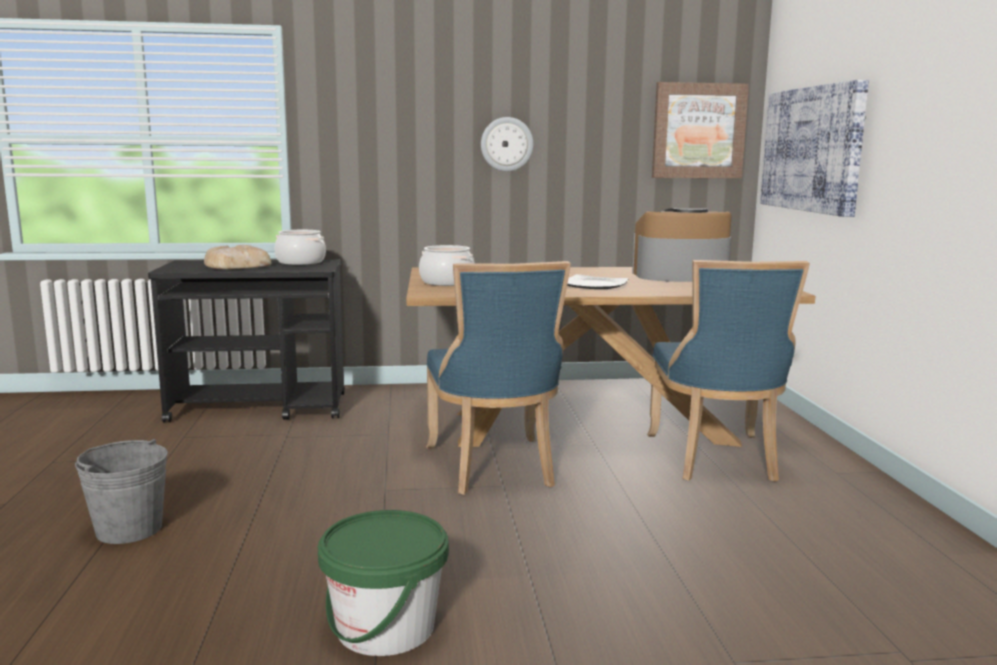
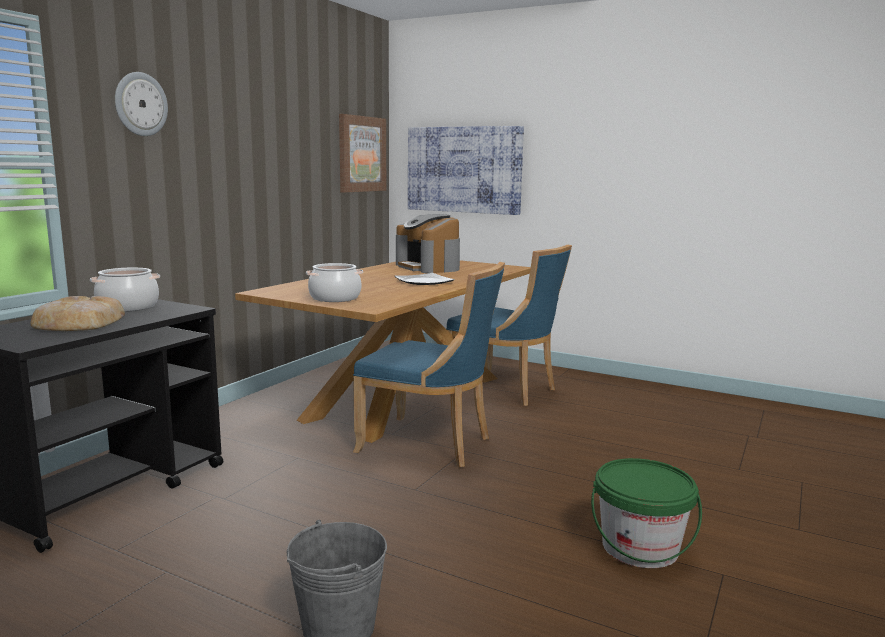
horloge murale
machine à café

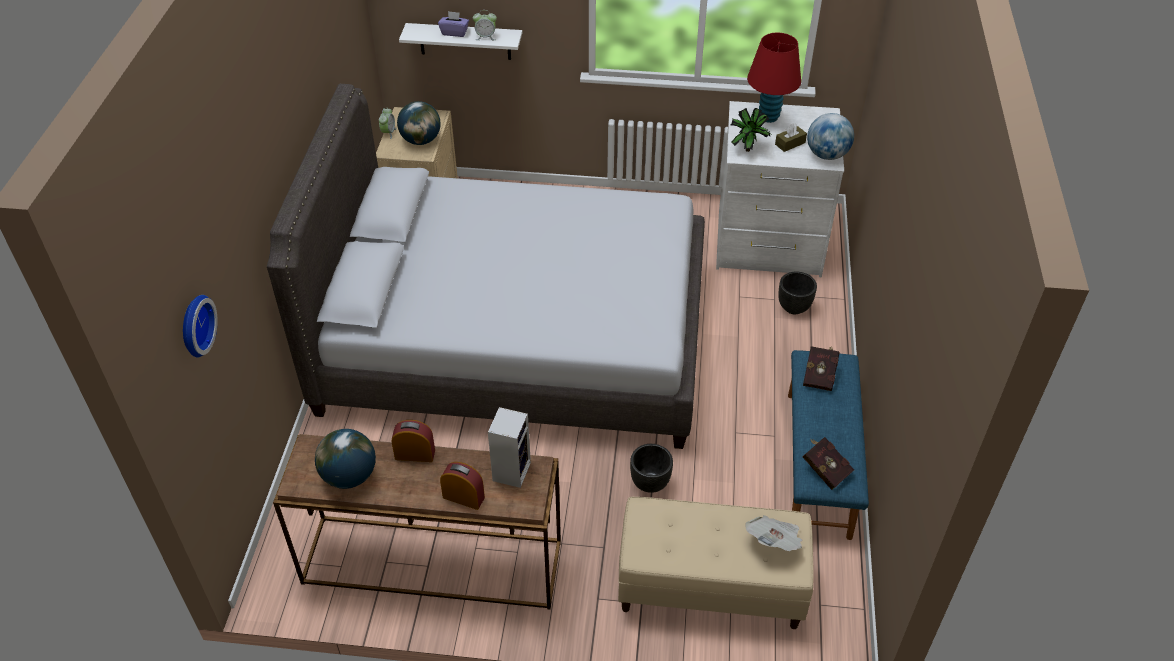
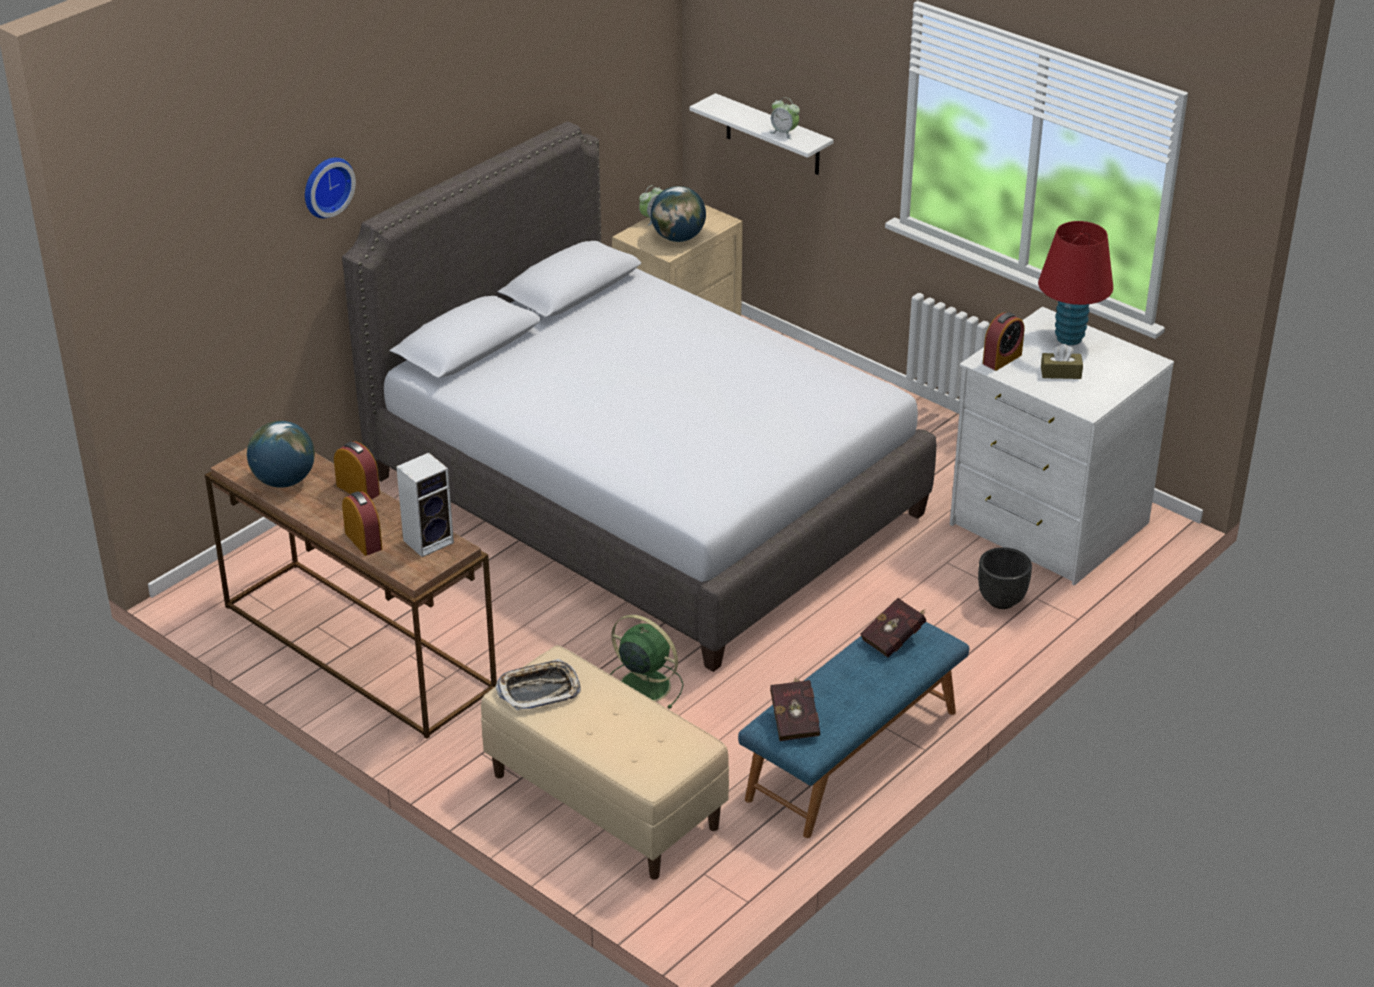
horloge murale
plateau
ventilateur/vert
réveil (5th from left)
boîte à mouchoirs/violet
journal
globe (3rd from left in the first image)

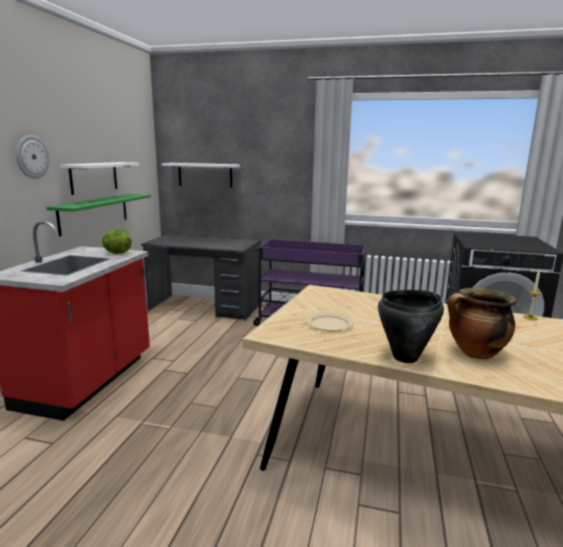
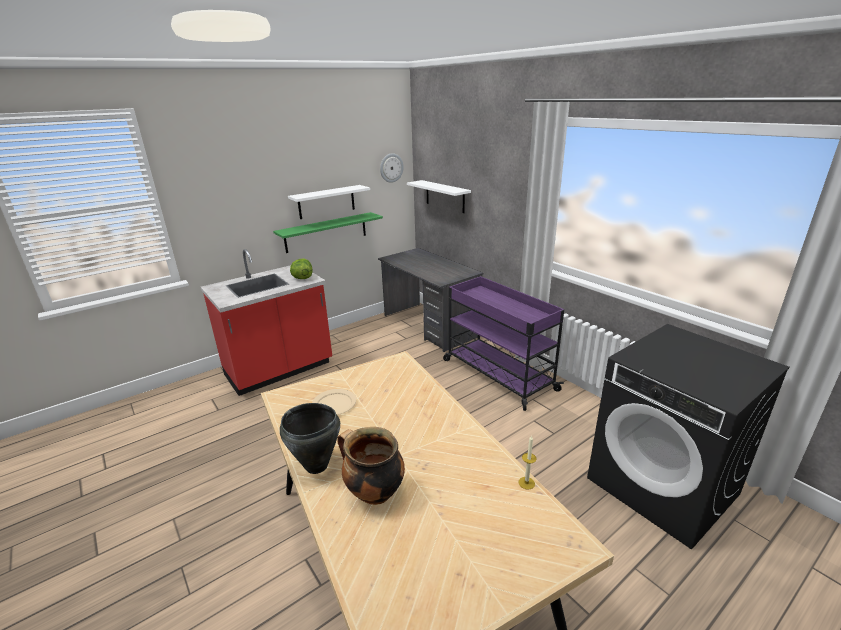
horloge murale

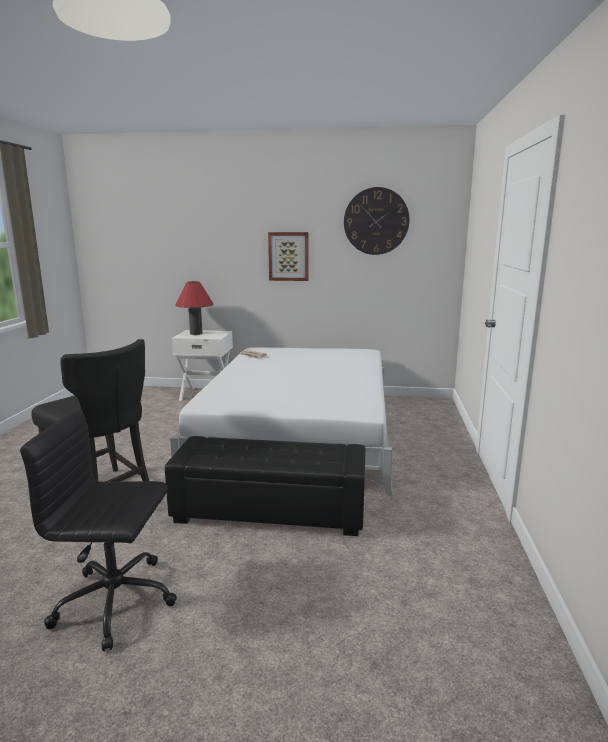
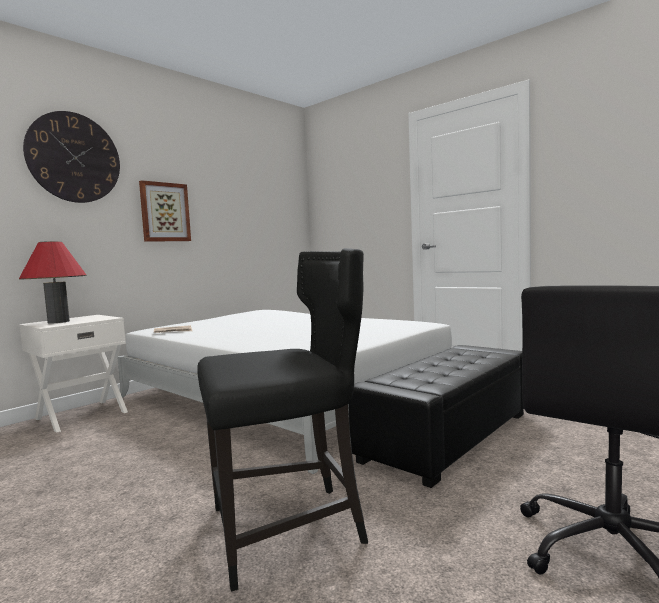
horloge murale

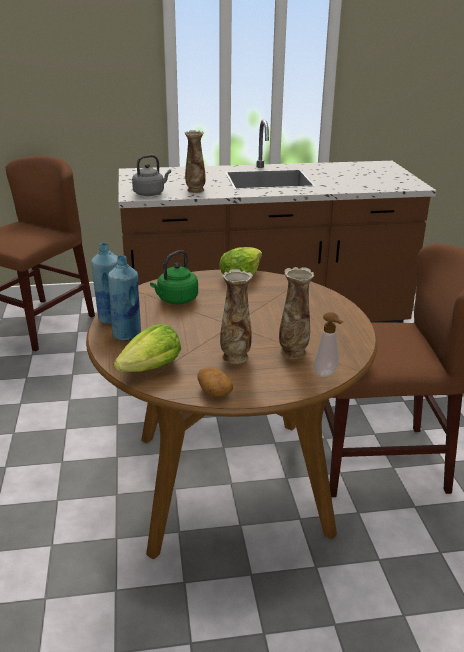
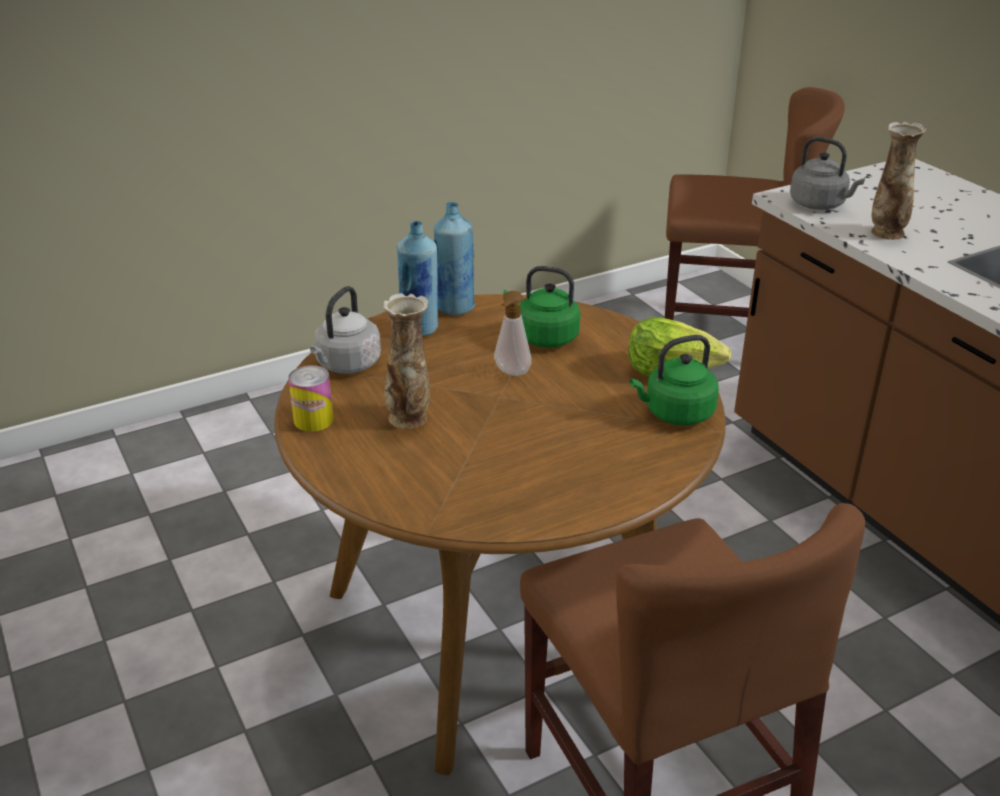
boîte métallique
bouilloire/gris (1st from left)
distributeur de savon
bouilloire/vert (2nd from left)
vase (3rd from left in the first image)

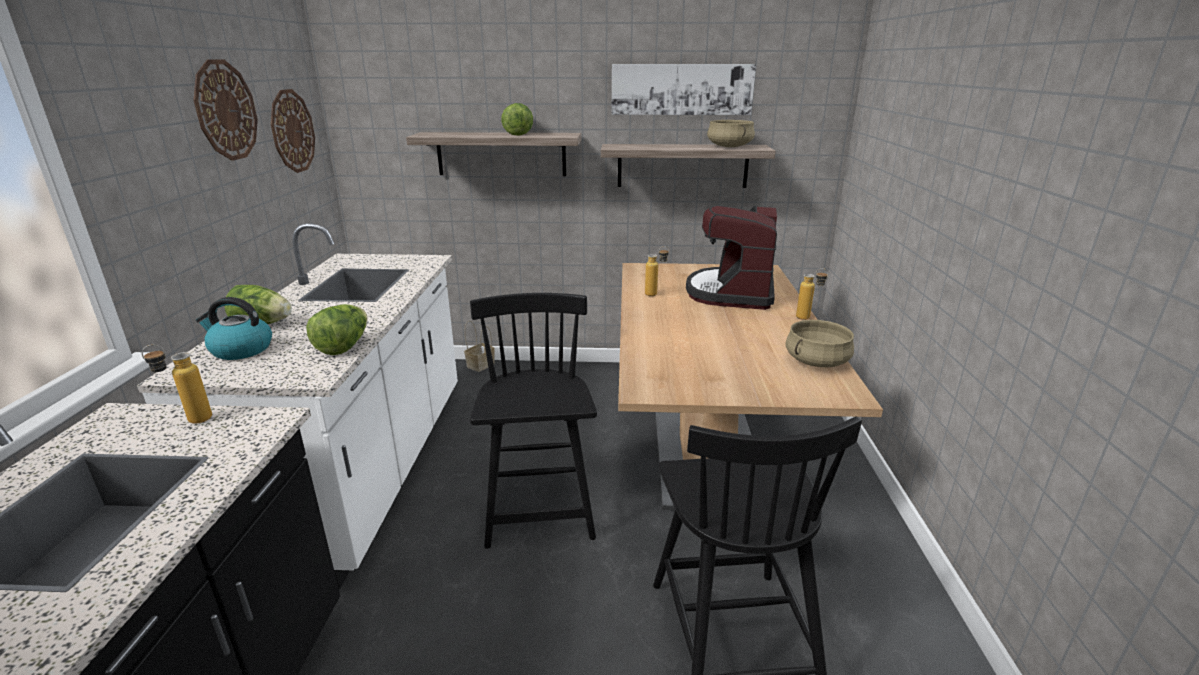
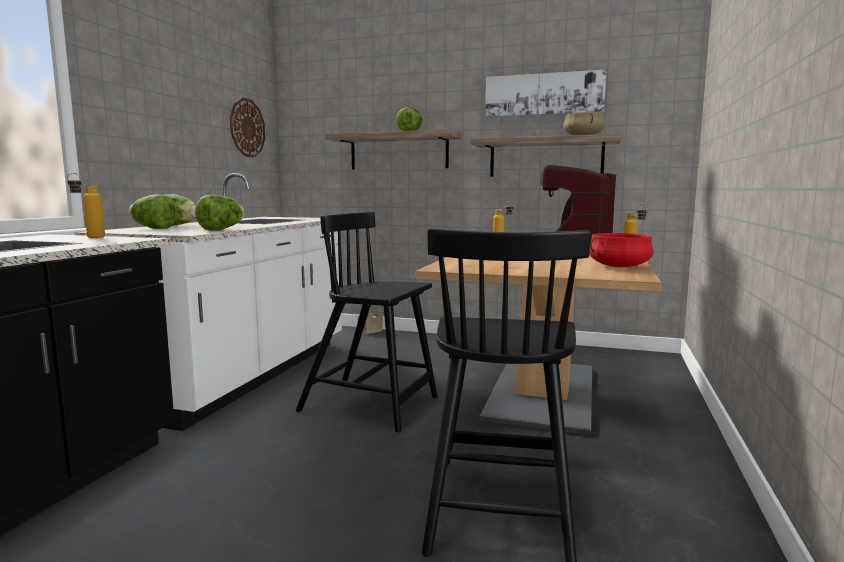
laitue (1st from left)
chaise/noir (1st from left)
marmite/rouge
horloge murale (1st from left in the first image)

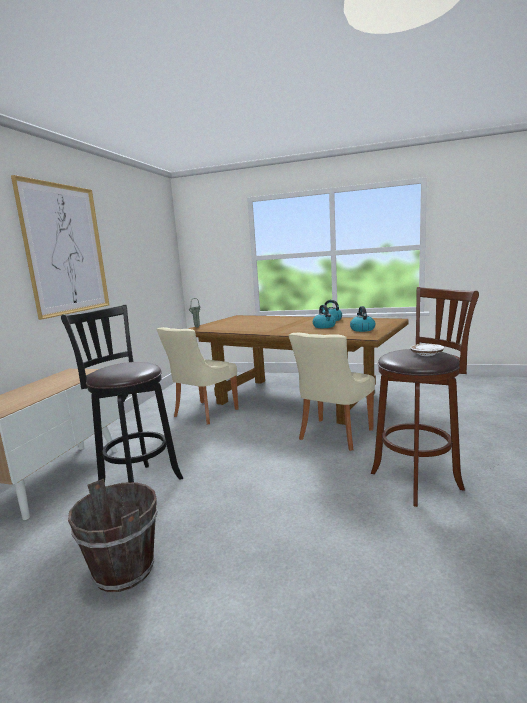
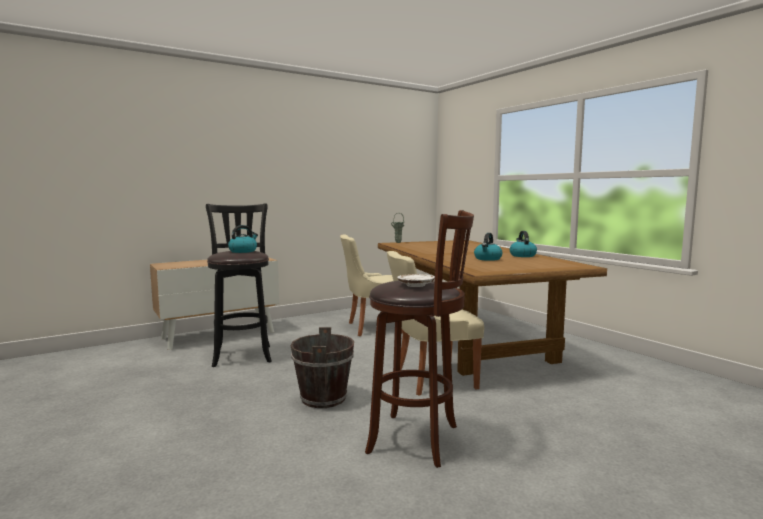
bouilloire (1st from left)
seau/marron
tableau

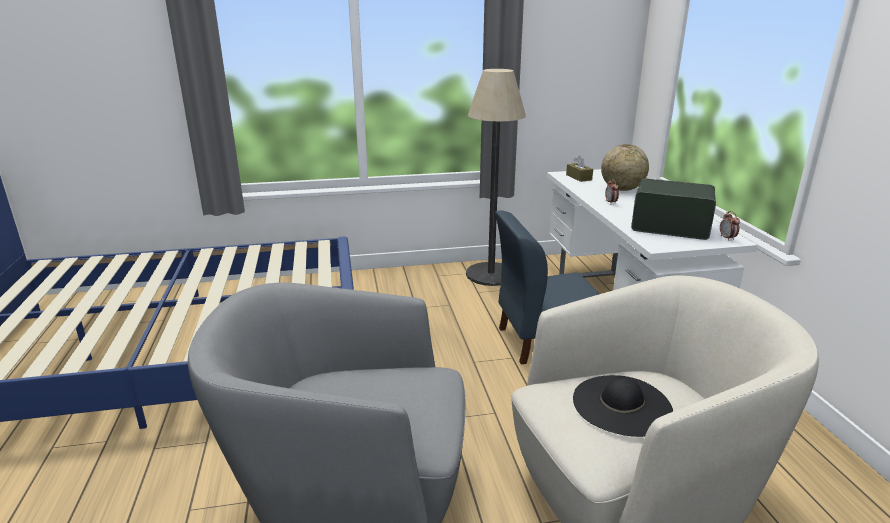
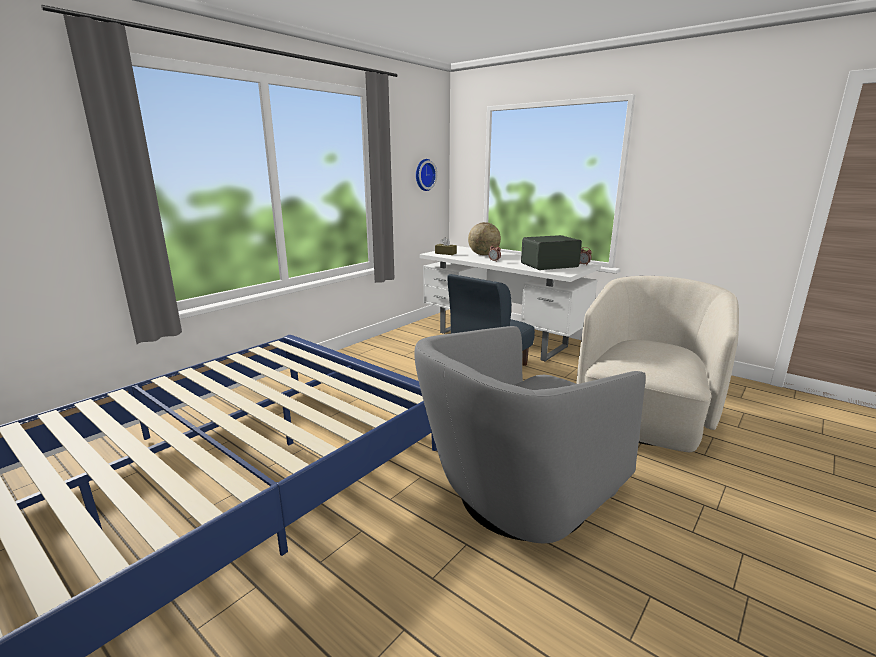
horloge murale
lampadaire
chapeau/noir

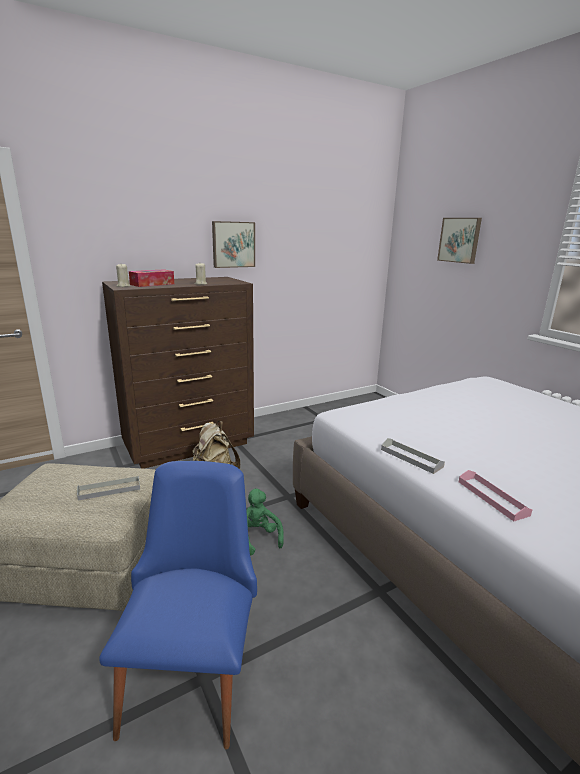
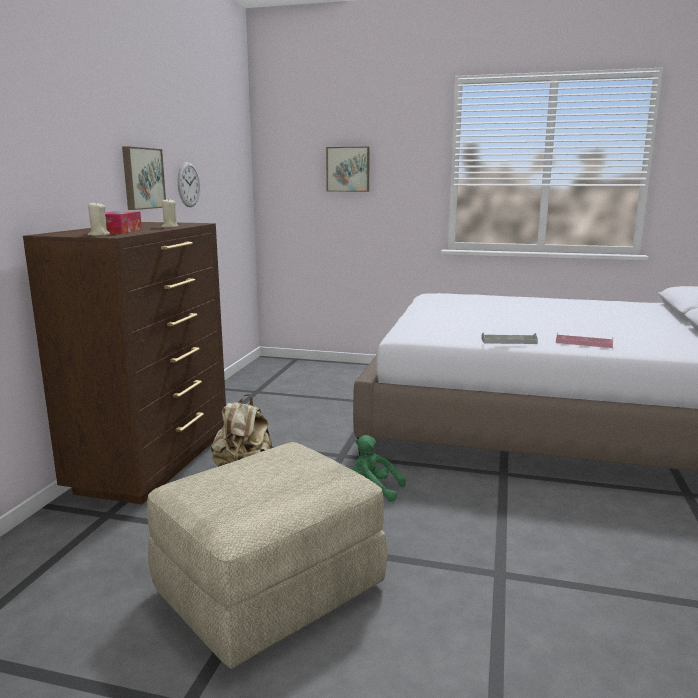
horloge murale
plateau/gris (1st from left in the first image)
chaise/bleu

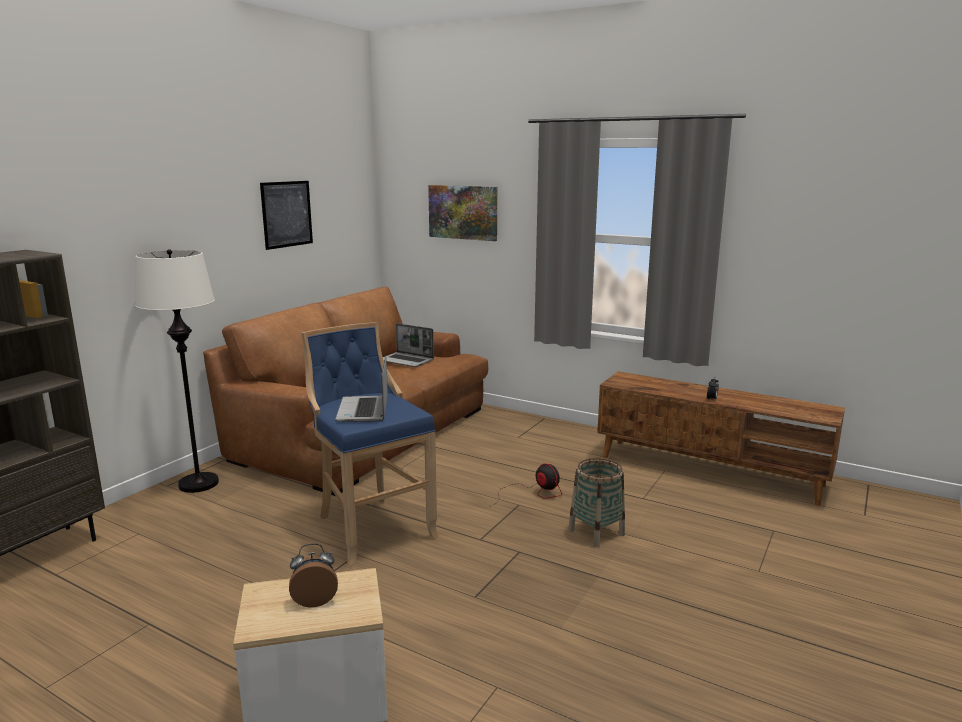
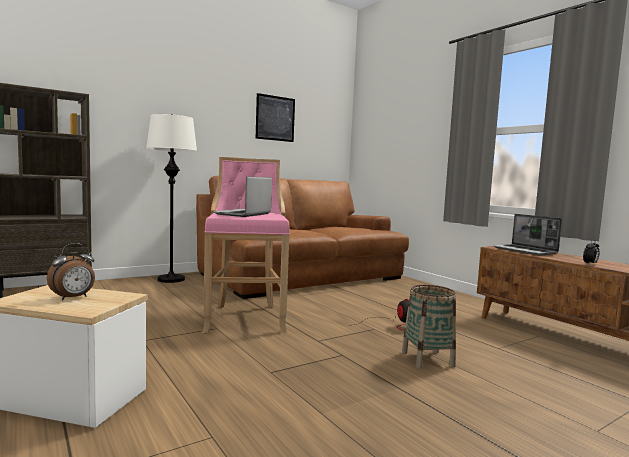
réveil (1st from left)
tabouret/rose
ordinateur portable (2nd from left)
tableau (2nd from left in the first image)

